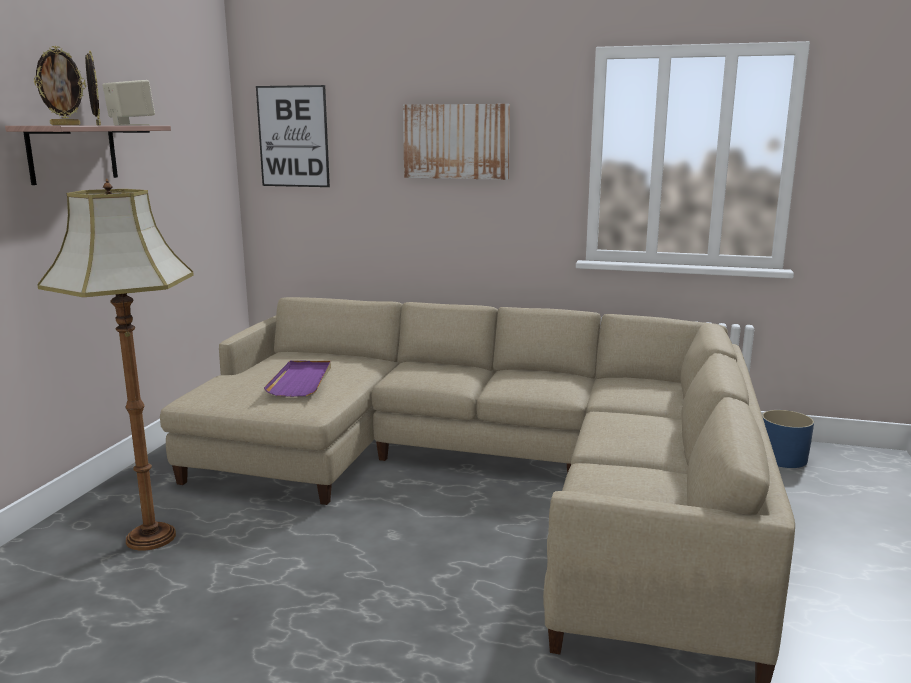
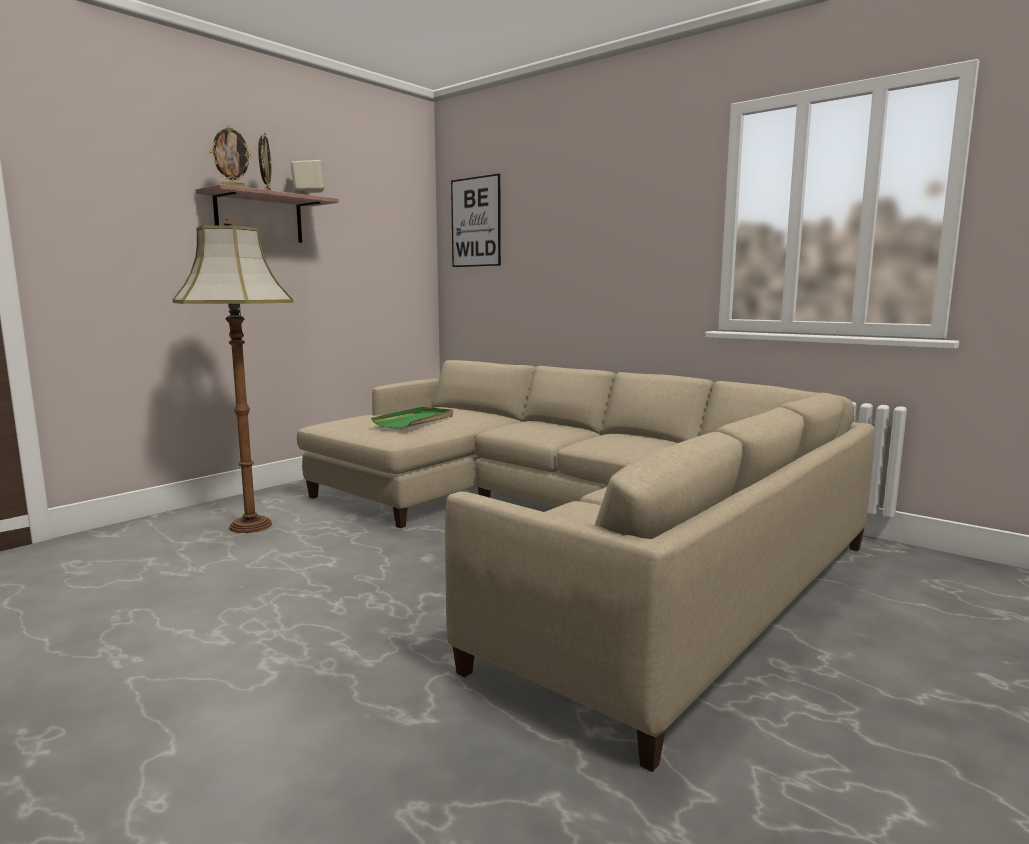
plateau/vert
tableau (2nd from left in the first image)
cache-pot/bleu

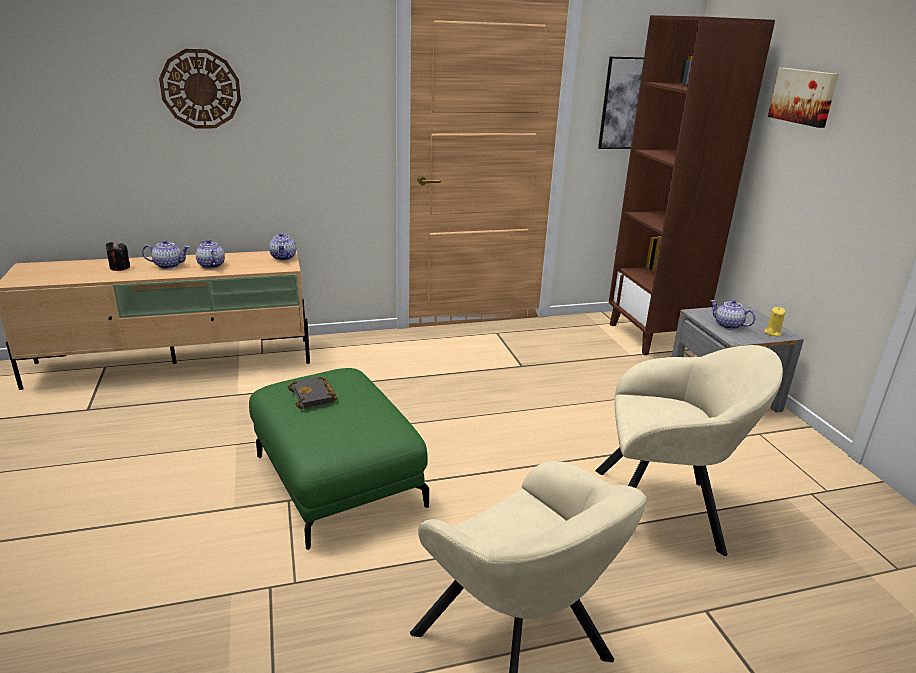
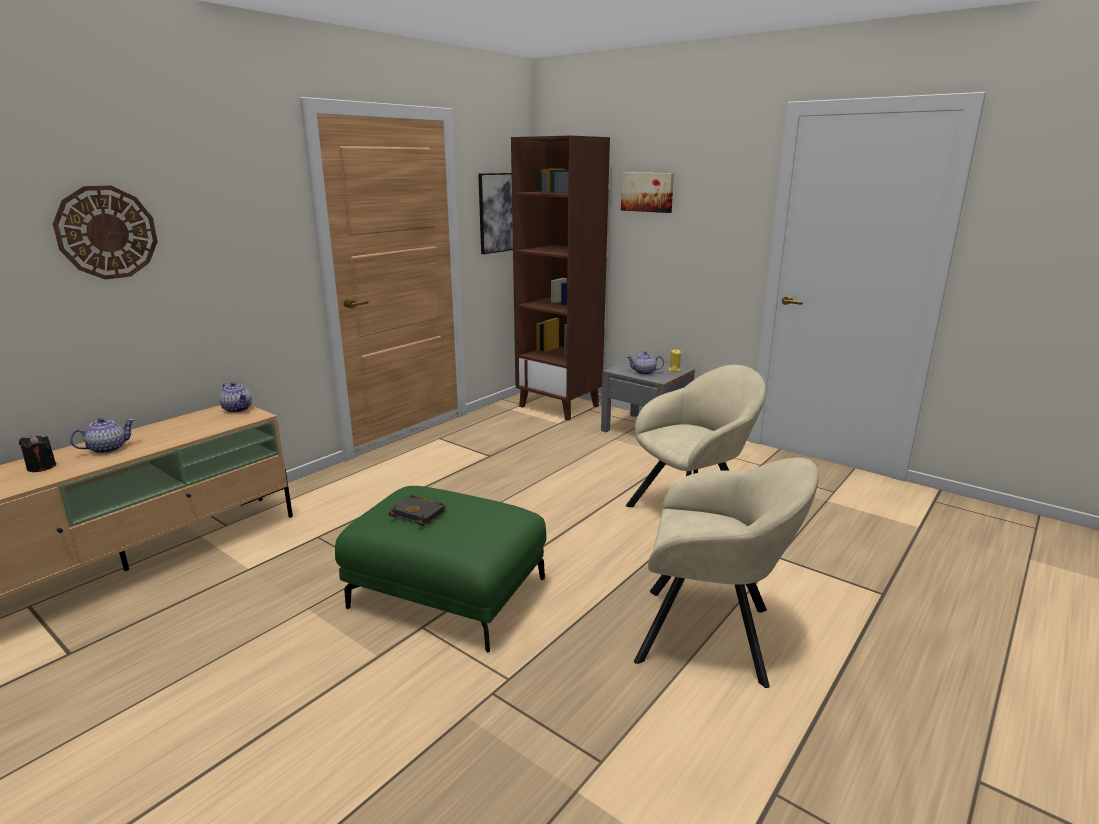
théière (2nd from left in the first image)

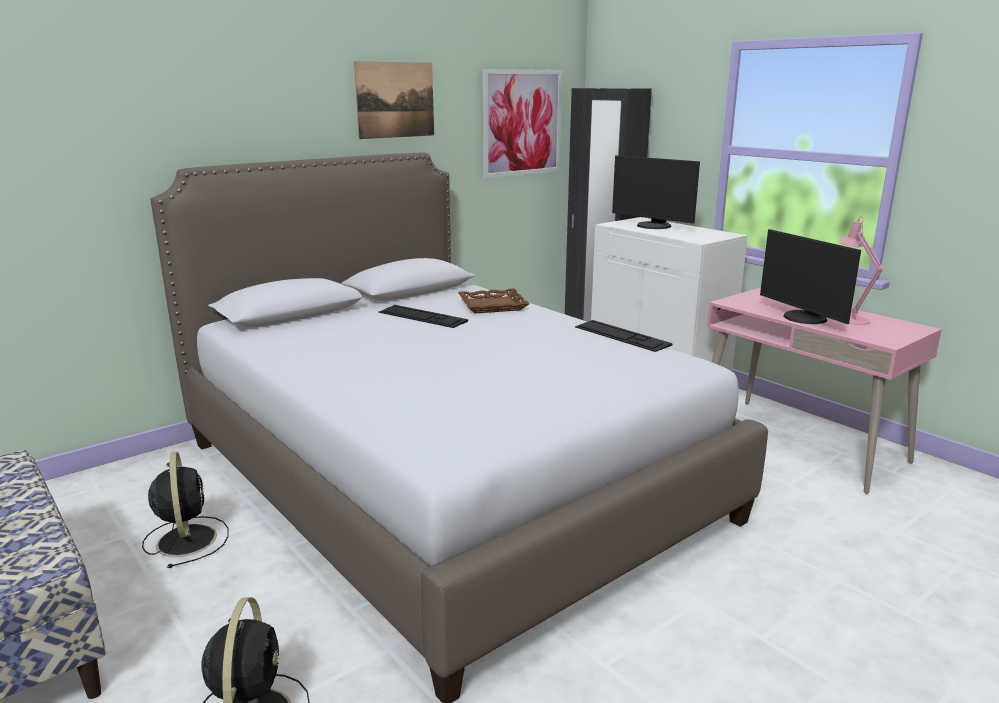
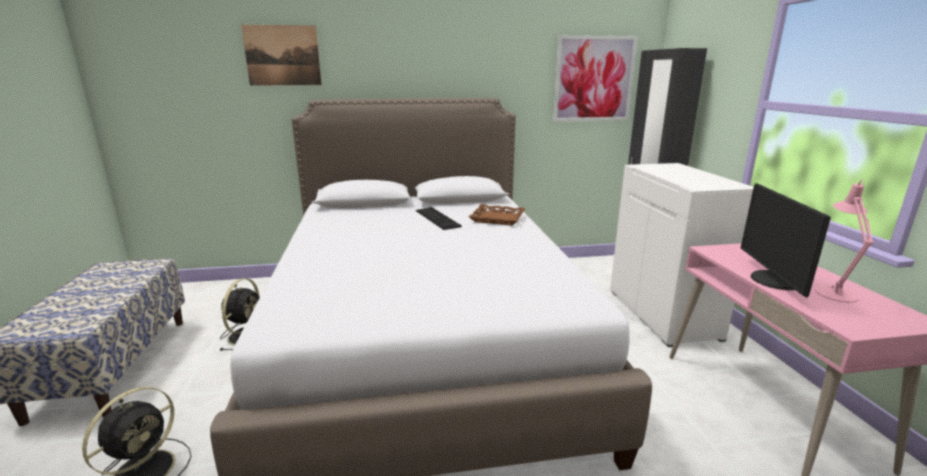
tableau (1st from left)
clavier (2nd from left in the first image)
écran d'ordinateur (1st from left in the first image)

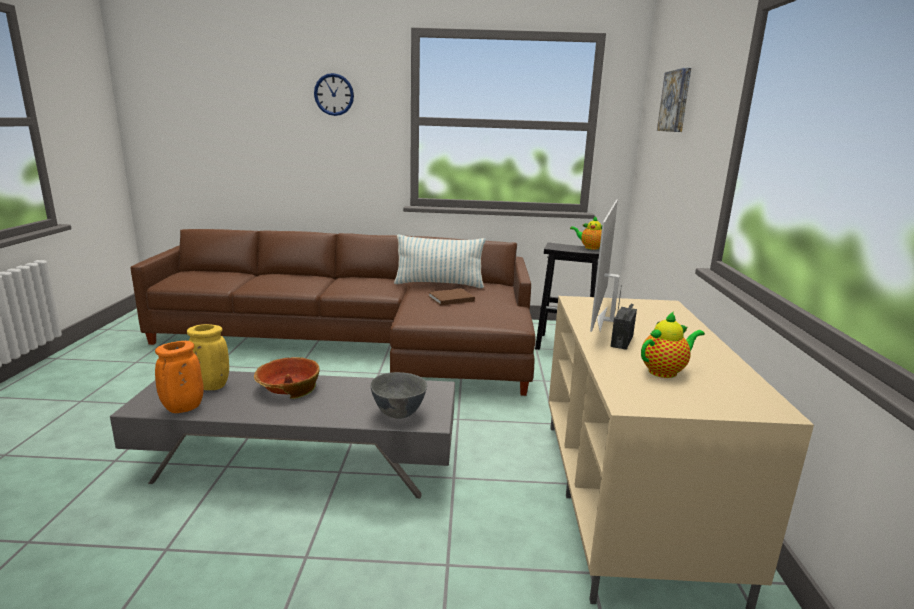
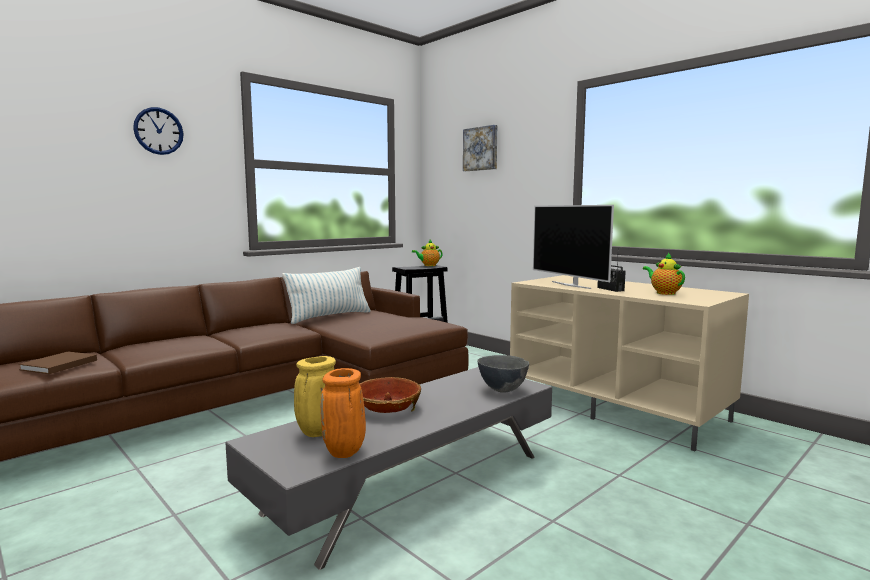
livre/marron
théière (2nd from left)

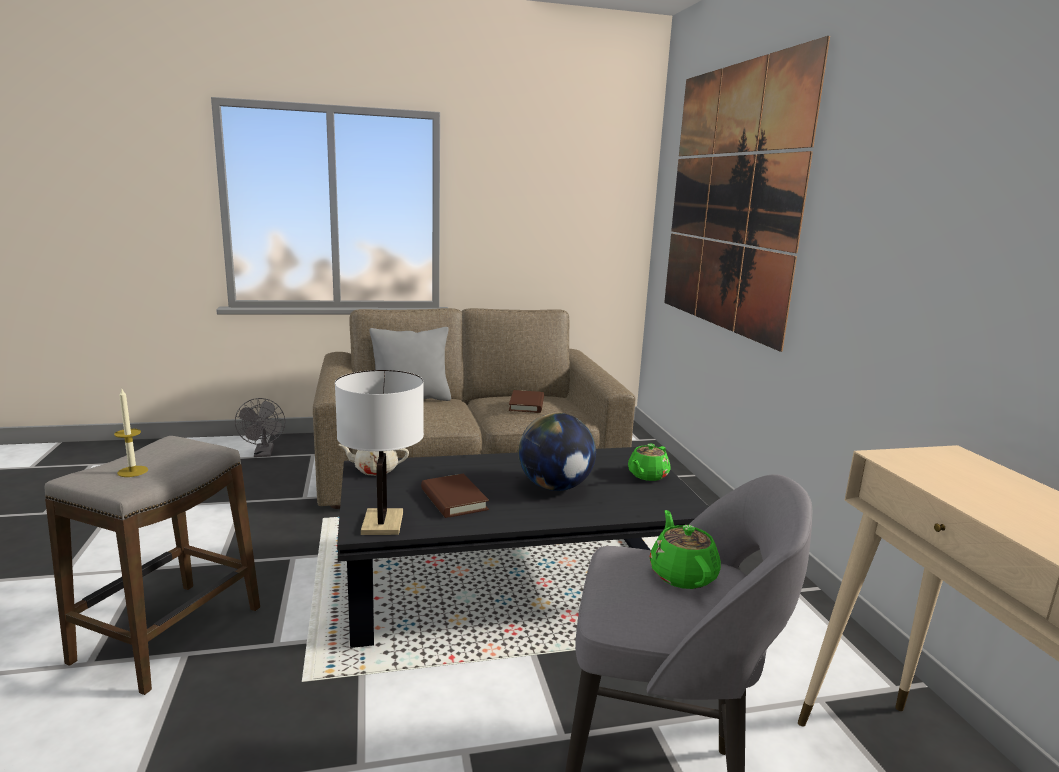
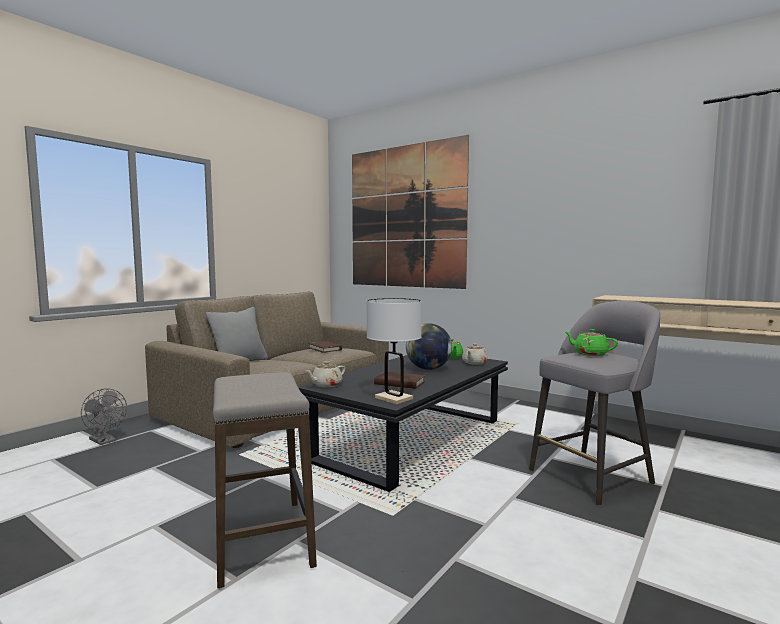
théière/beige (2nd from left)
bougie

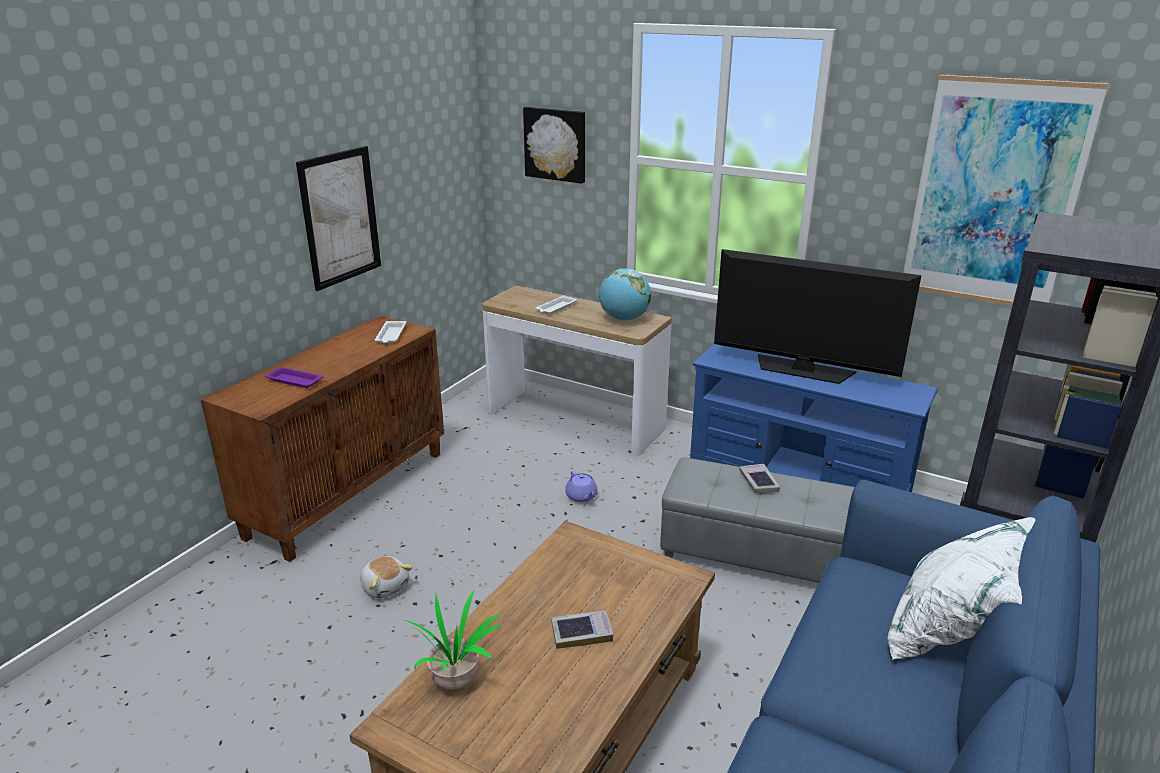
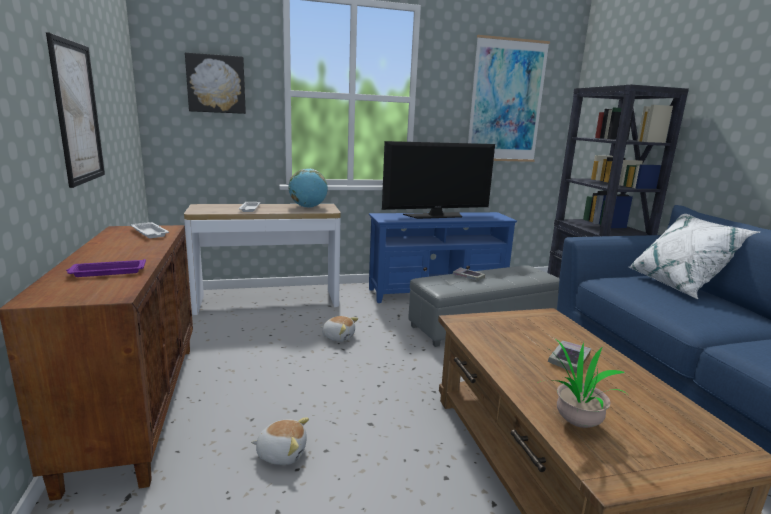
peluche (2nd from left)

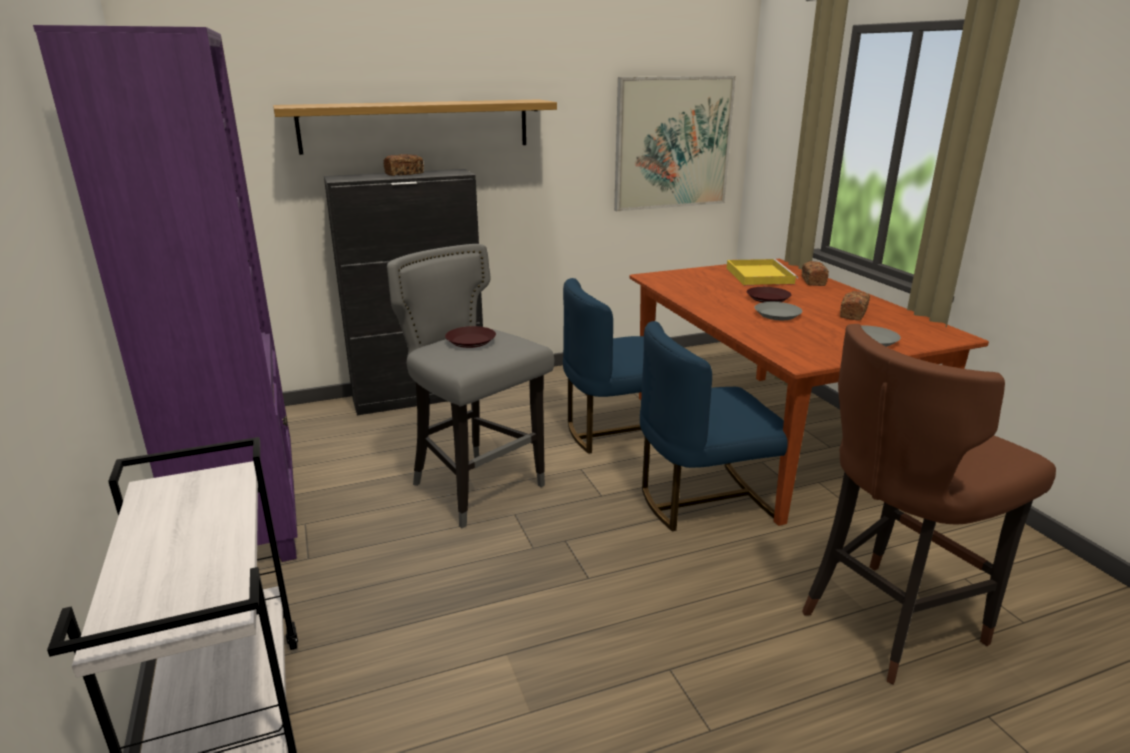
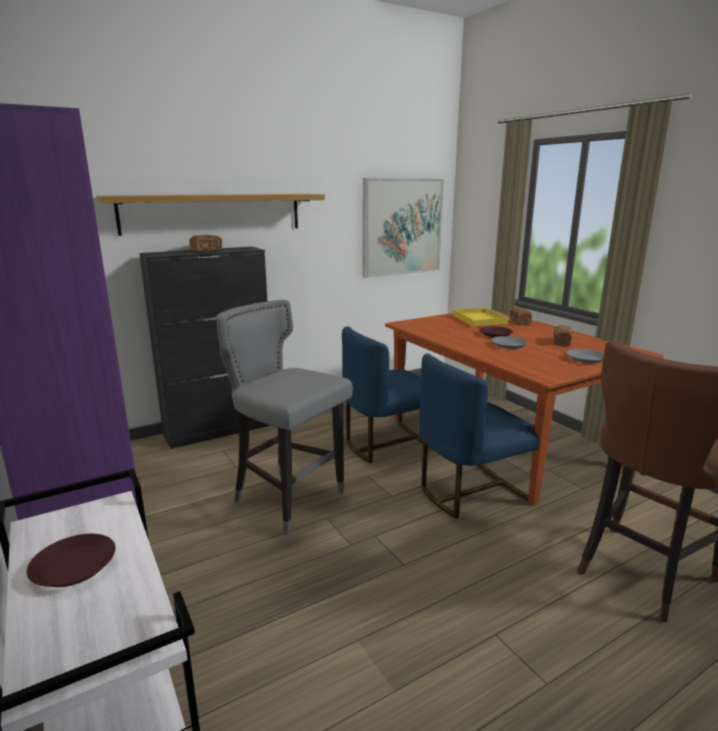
assiette/marron (1st from left)

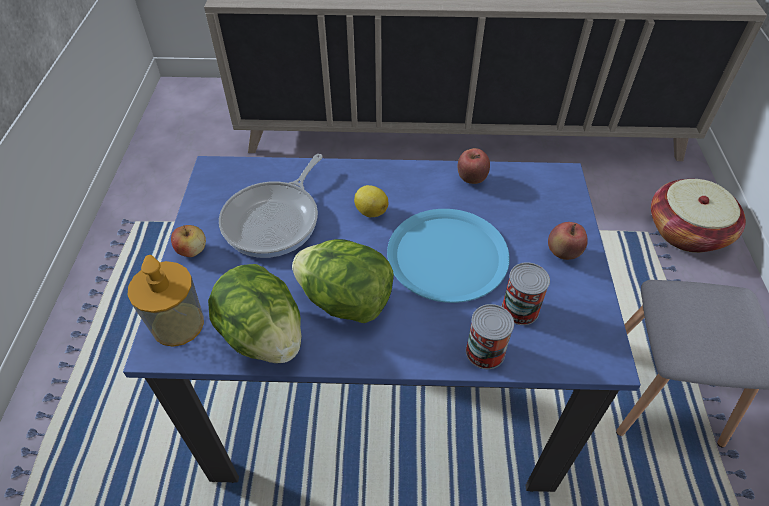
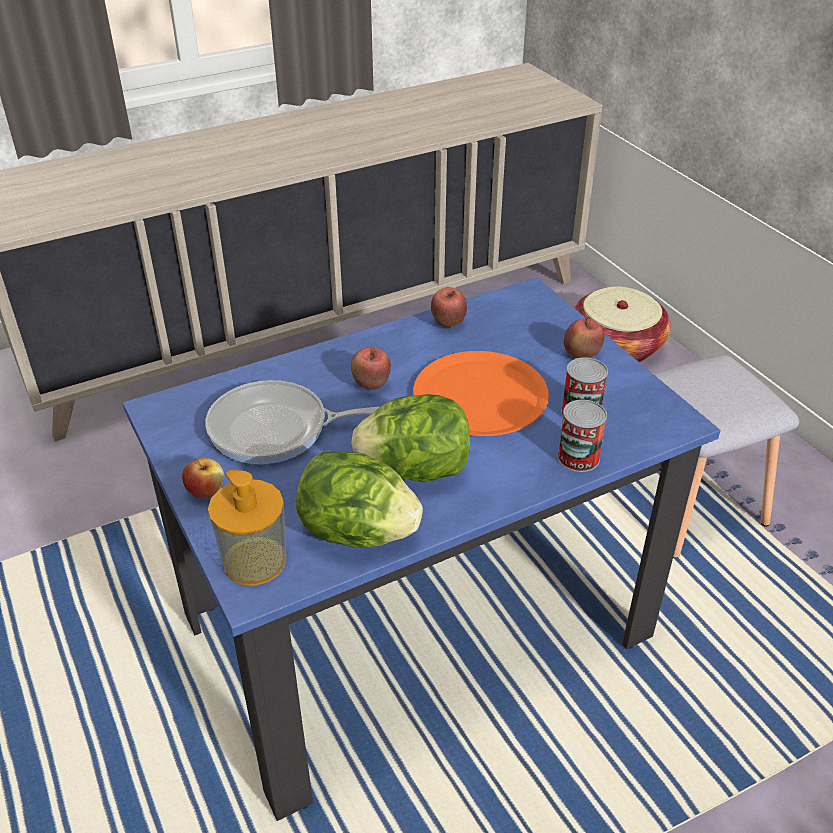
poêle
pomme (2nd from left)
assiette/orange

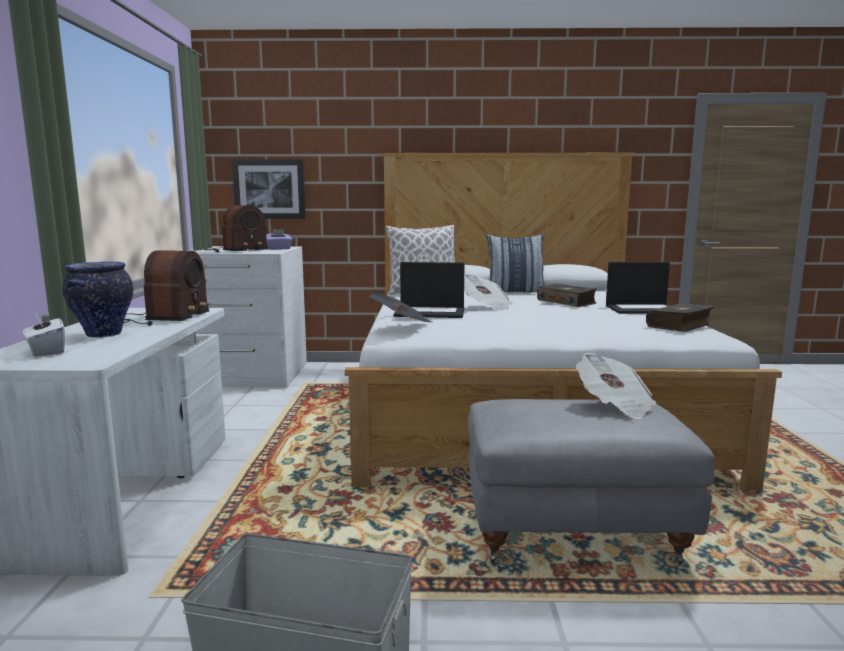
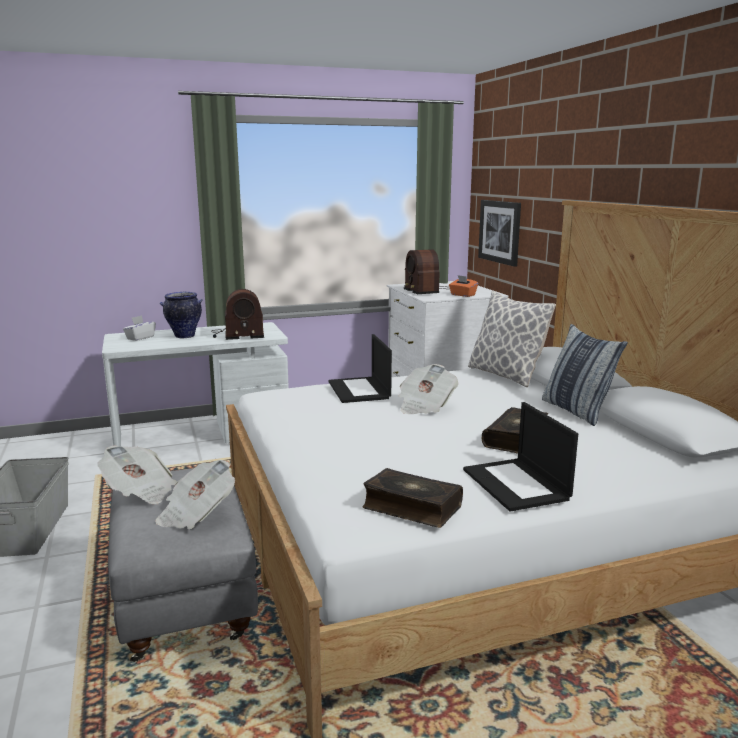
journal (1st from left)
radio (2nd from left)
boîte à mouchoirs/orange

